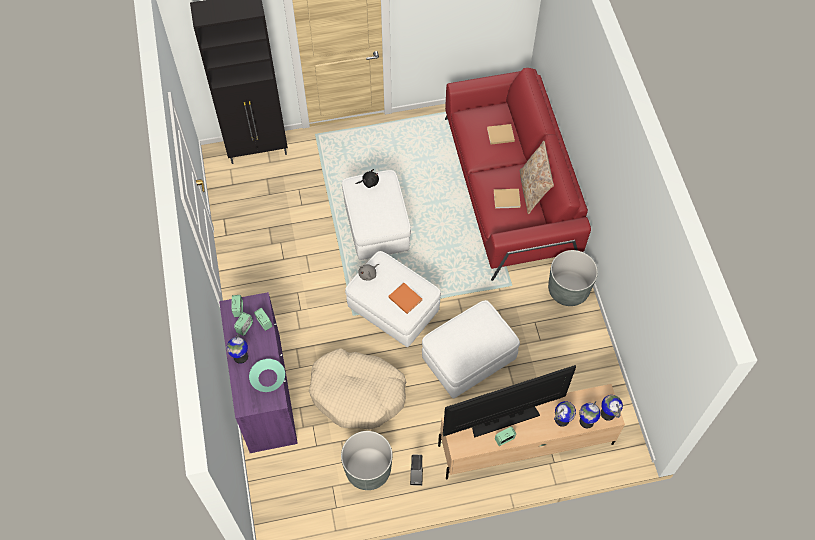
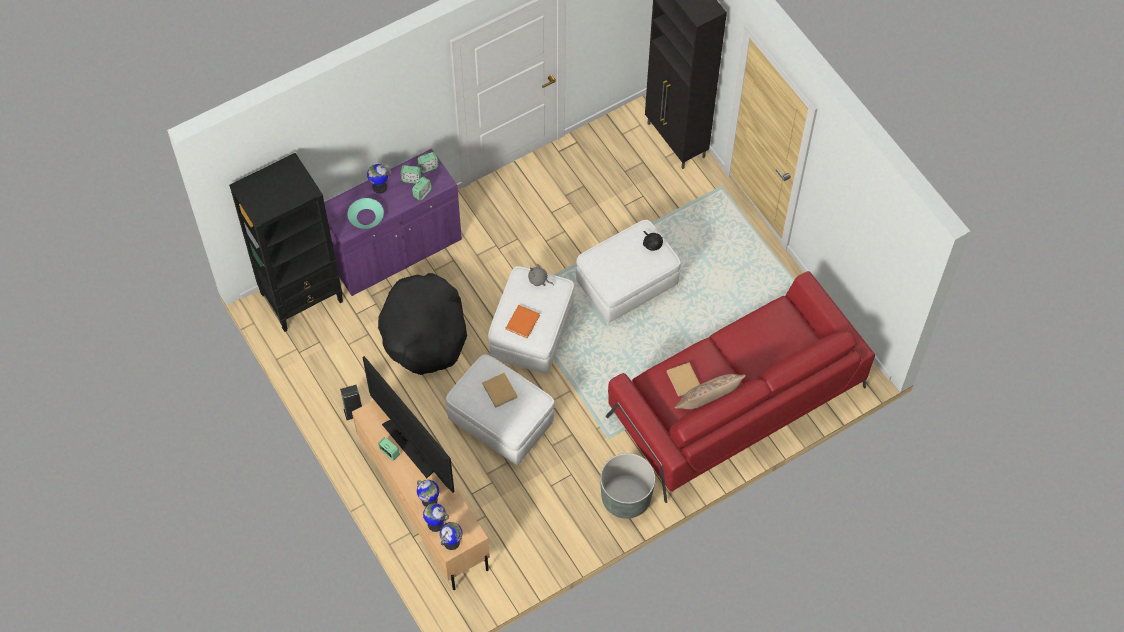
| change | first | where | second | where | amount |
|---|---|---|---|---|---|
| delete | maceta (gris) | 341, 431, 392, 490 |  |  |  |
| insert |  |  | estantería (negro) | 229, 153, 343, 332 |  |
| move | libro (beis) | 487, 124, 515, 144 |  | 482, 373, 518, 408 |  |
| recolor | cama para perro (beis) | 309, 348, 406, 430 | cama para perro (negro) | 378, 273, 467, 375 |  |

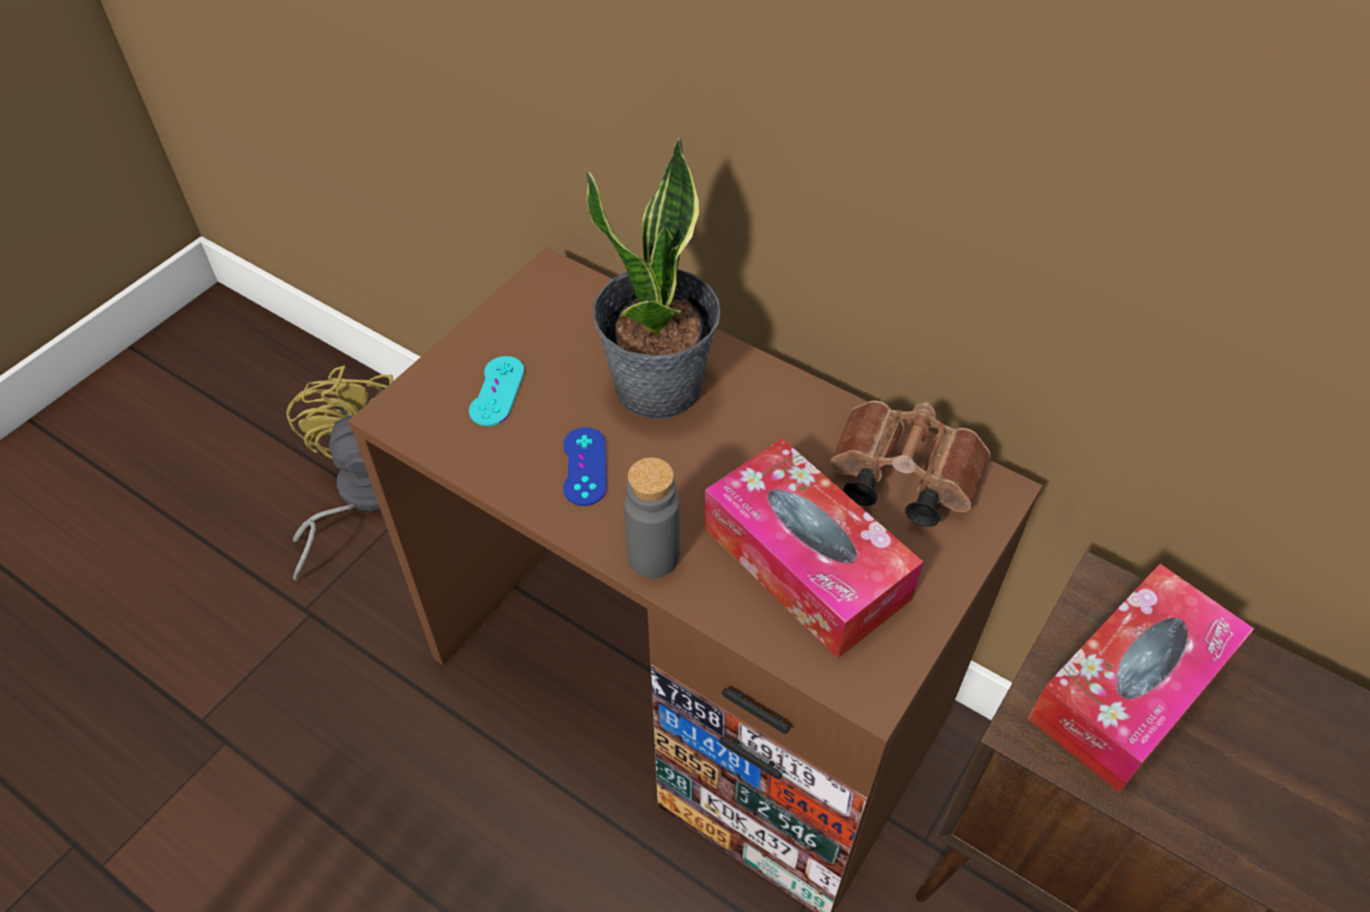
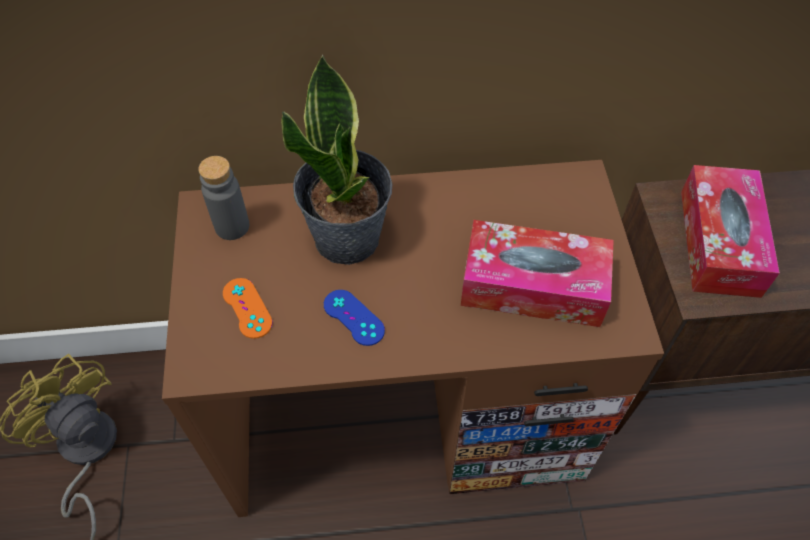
| change | first | where | second | where | amount |
|---|---|---|---|---|---|
| delete | prismáticos (marrón) | 830, 400, 990, 527 |  |  |  |
| move | botella (gris) | 624, 457, 680, 578 |  | 198, 156, 250, 240 |  |
| recolor | mando de consola (turquesa) | 469, 356, 525, 426 | mando de consola (naranja) | 223, 278, 272, 339 |  |

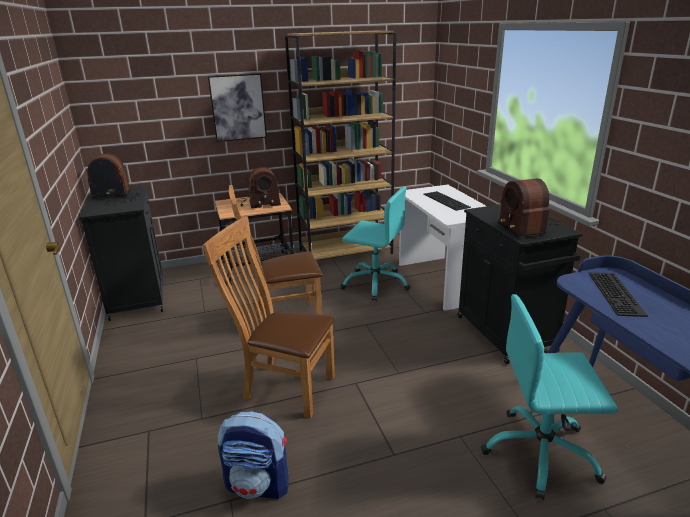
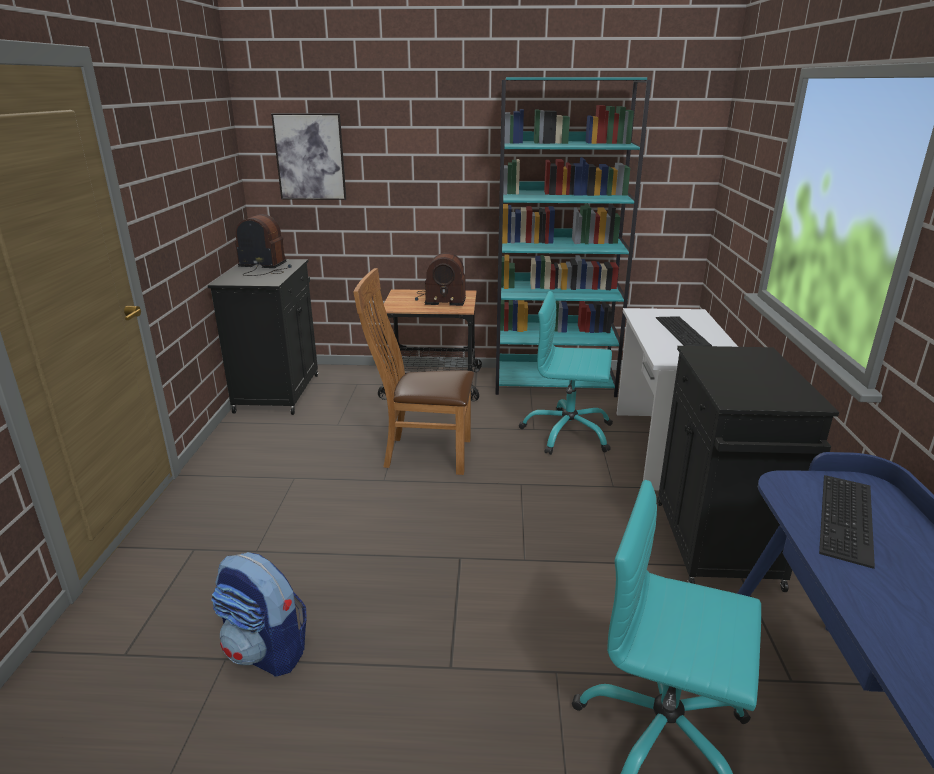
| change | first | where | second | where | amount |
|---|---|---|---|---|---|
| delete | silla (marrón) | 202, 216, 335, 419 |  |  |  |
| delete | radio | 498, 179, 560, 238 |  |  |  |
| move | cuadro | 208, 73, 267, 142 |  | 271, 113, 346, 200 |  |
| recolor | estantería (marrón) | 285, 31, 396, 260 | estantería (turquesa) | 495, 77, 651, 397 |  |
| rotate | silla de oficina (turquesa) | 340, 187, 410, 301 |  | 519, 291, 613, 455 | 150 degrees clockwise |

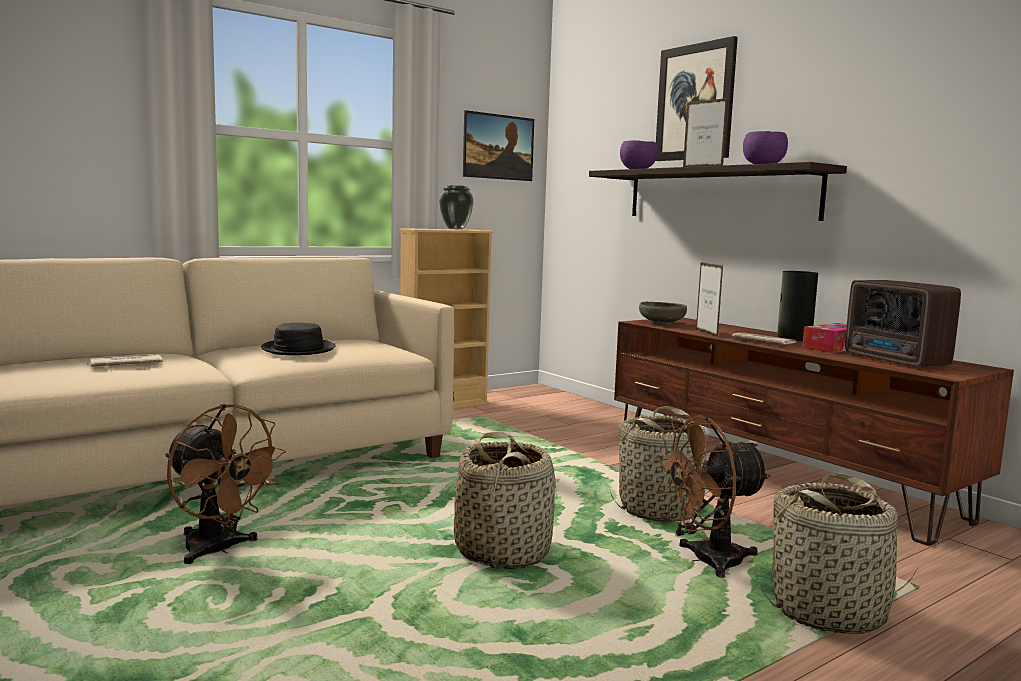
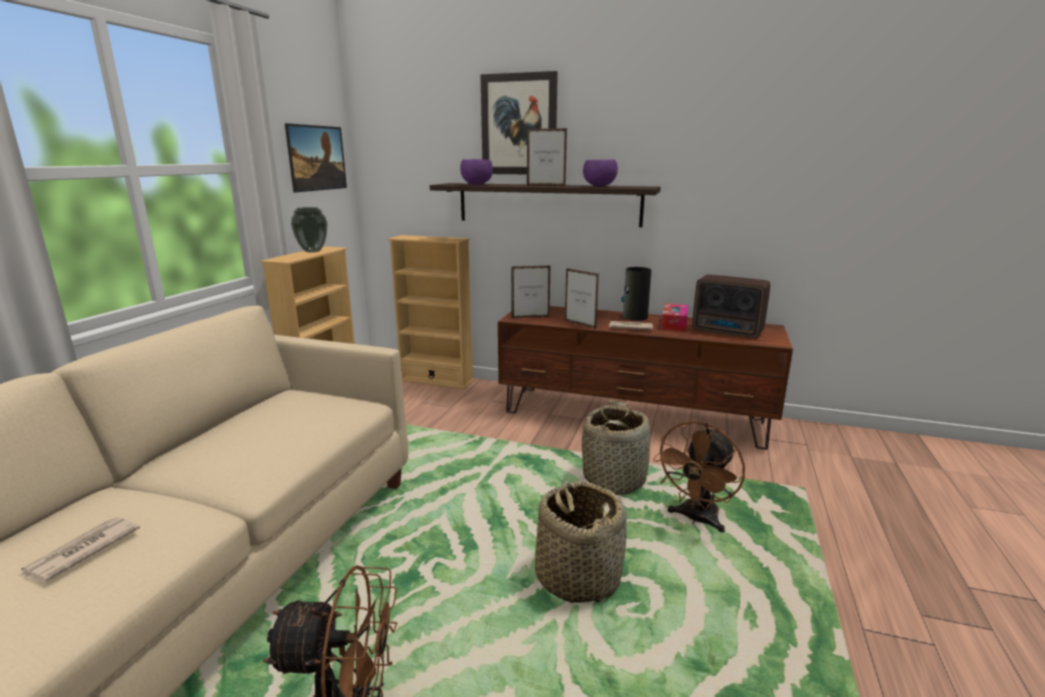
| change | first | where | second | where | amount |
|---|---|---|---|---|---|
| delete | sombrero (negro) | 261, 323, 335, 355 |  |  |  |
| delete | cesta | 759, 473, 920, 634 |  |  |  |
| insert |  |  | estantería (beis) | 388, 235, 474, 389 |  |
| replace | cuenco (gris) | 639, 302, 687, 325 | portarretratos | 511, 265, 551, 318 |  |

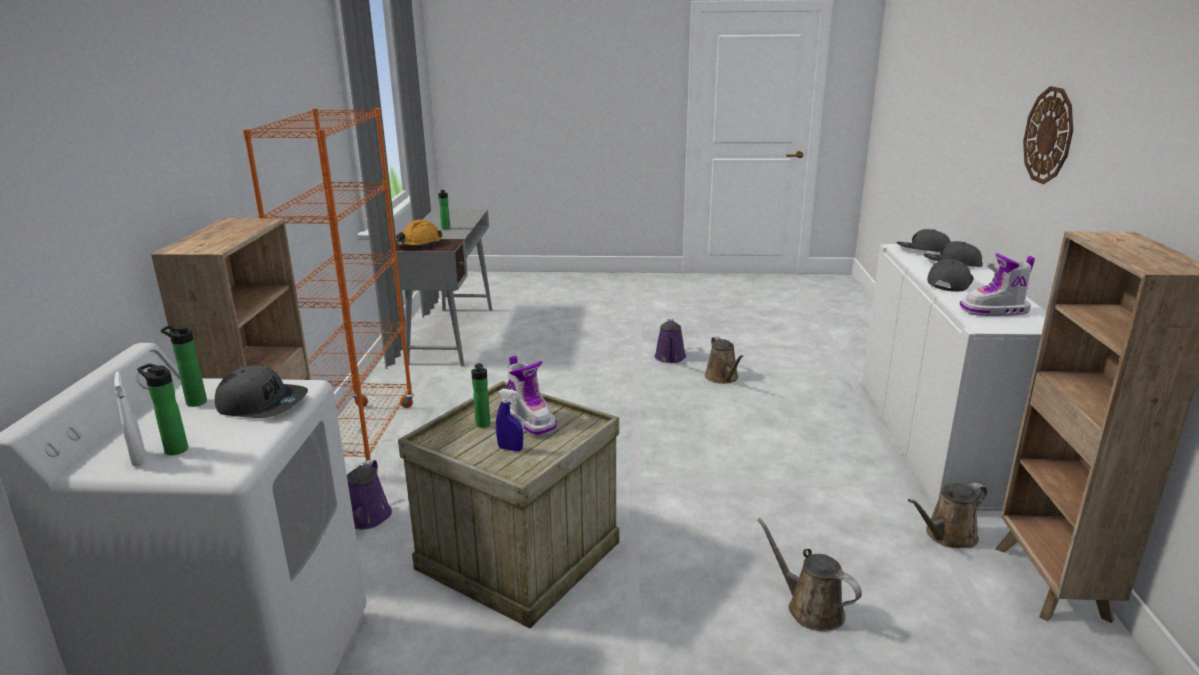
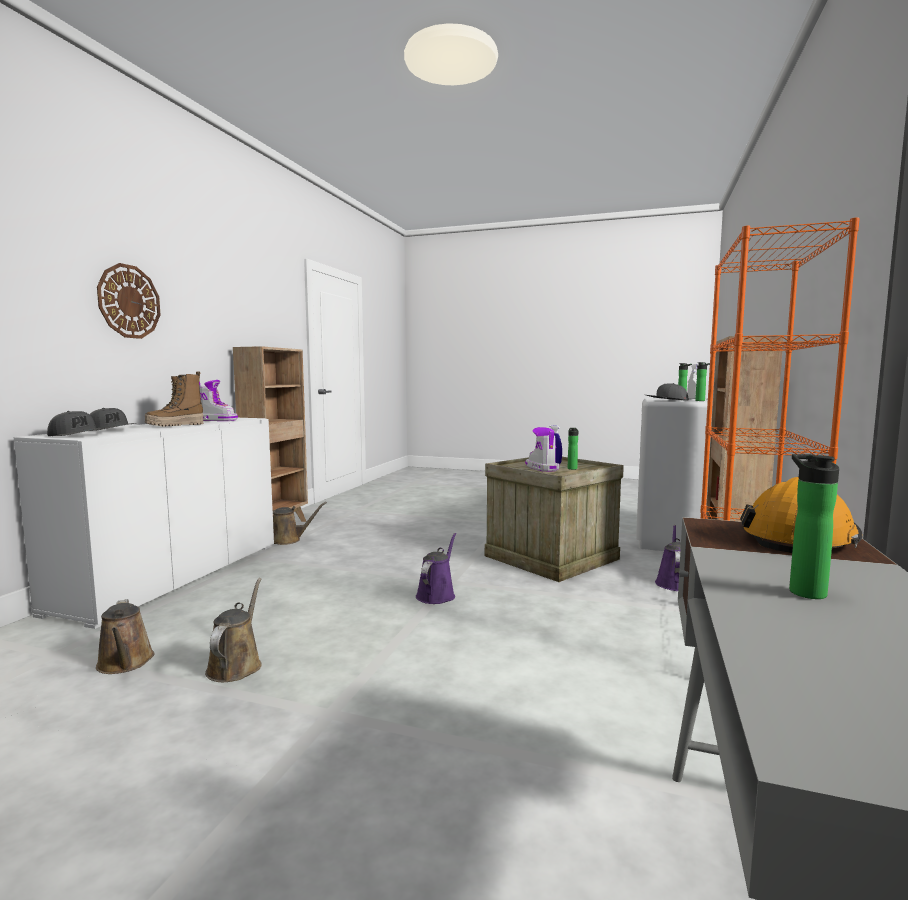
| change | first | where | second | where | amount |
|---|---|---|---|---|---|
| move | regadera (morado) | 654, 319, 686, 363 |  | 416, 533, 456, 604 |  |
| move | regadera (marrón) | 757, 518, 862, 632 |  | 96, 599, 154, 674 |  |
| replace | gorra (gris) | 927, 259, 974, 292 | bota | 145, 371, 204, 426 |  |

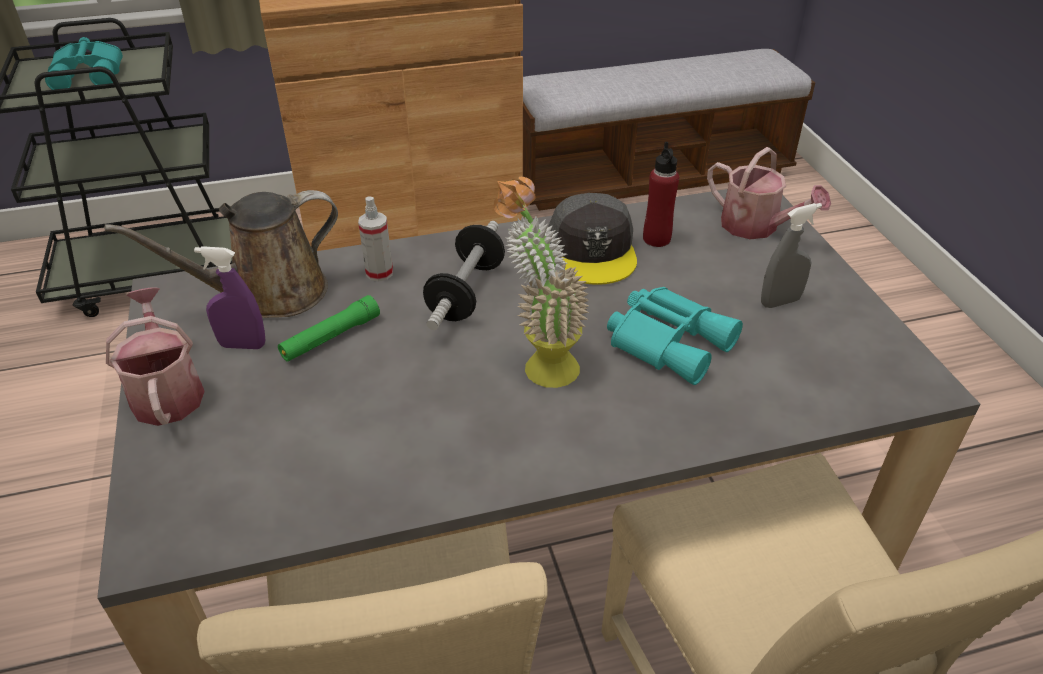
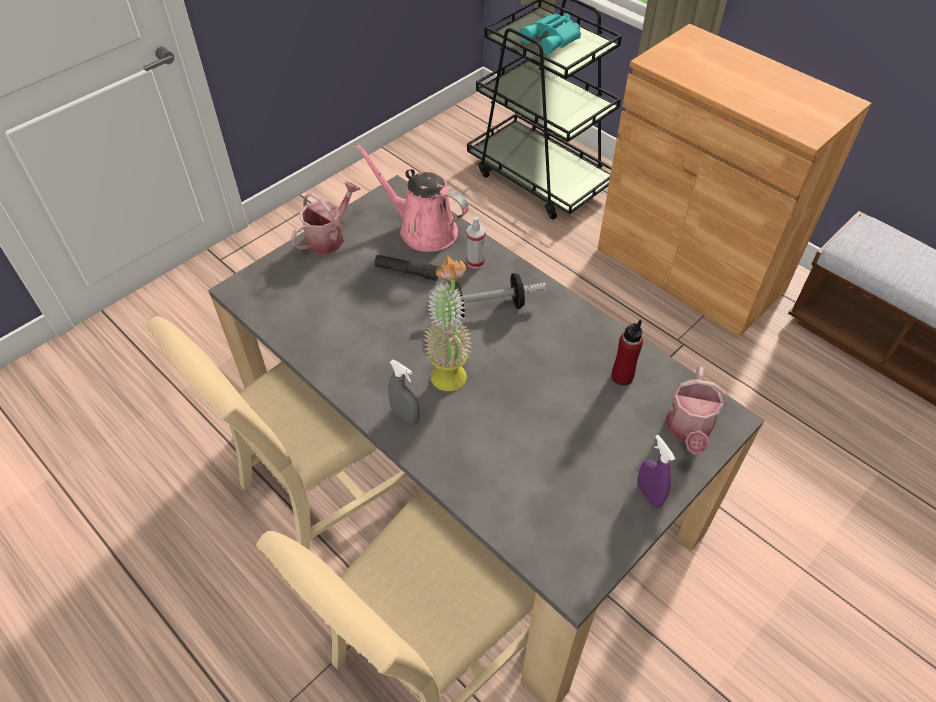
| change | first | where | second | where | amount |
|---|---|---|---|---|---|
| delete | gorra (gris) | 549, 193, 637, 285 |  |  |  |
| delete | prismáticos (turquesa) | 607, 287, 743, 385 |  |  |  |
| move | pulverizador (morado) | 194, 246, 265, 349 |  | 637, 435, 675, 508 |  |
| move | pulverizador (gris) | 761, 203, 822, 308 |  | 388, 360, 420, 424 |  |
| recolor | regadera (marrón) | 104, 190, 338, 318 | regadera (rosa) | 354, 143, 469, 252 |  |
| recolor | linterna (verde) | 278, 295, 380, 362 | linterna (negro) | 375, 255, 439, 281 |  |

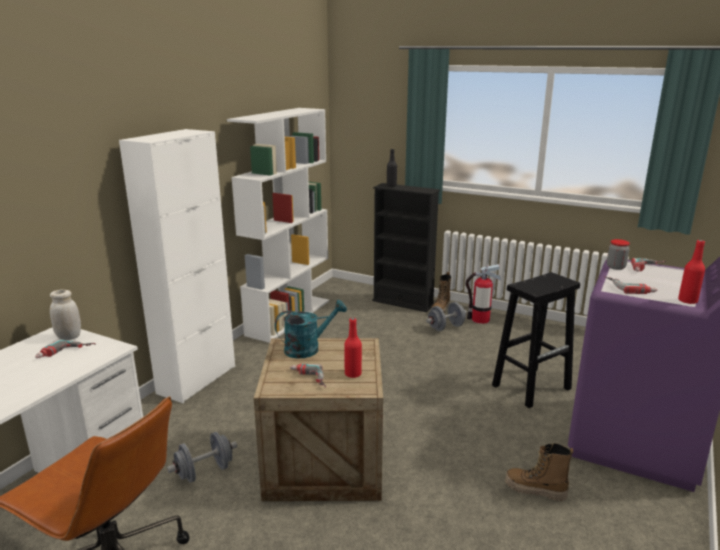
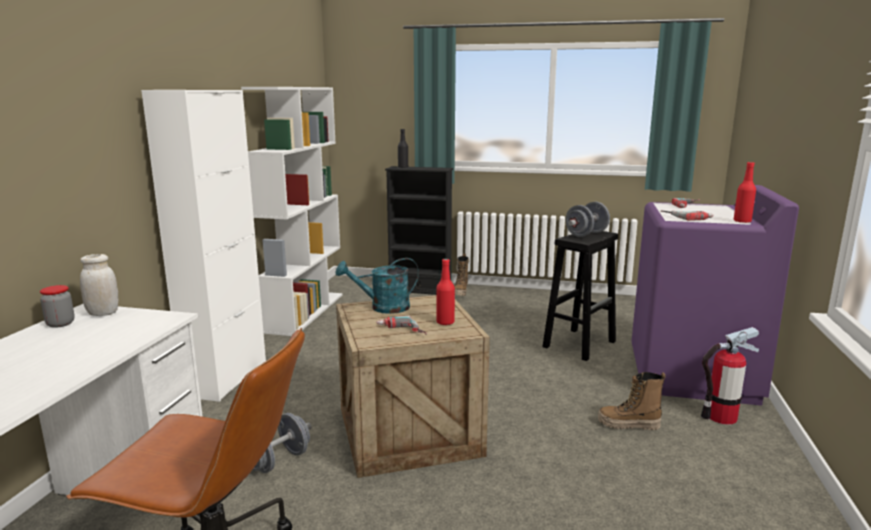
| change | first | where | second | where | amount |
|---|---|---|---|---|---|
| delete | taladro | 35, 339, 96, 358 |  |  |  |
| move | mancuerna (gris) | 426, 302, 467, 331 |  | 565, 202, 610, 237 |  |
| move | extintor | 465, 264, 501, 324 |  | 701, 327, 759, 425 |  |
| move | tarro | 607, 239, 630, 270 |  | 40, 285, 75, 328 |  |
| rotate | regadera (turquesa) | 275, 300, 347, 359 |  | 336, 258, 419, 314 | 150 degrees counterclockwise |

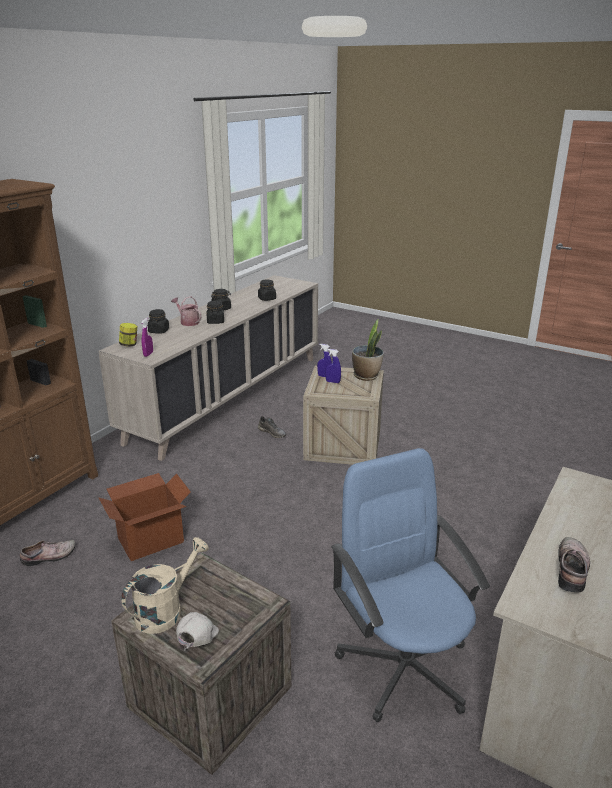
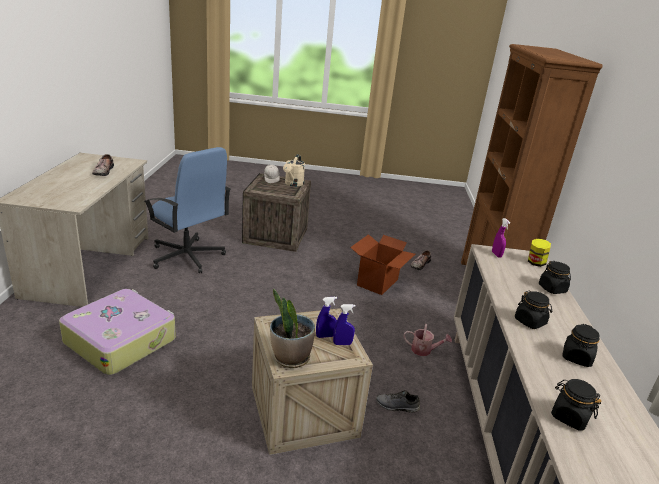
| change | first | where | second | where | amount |
|---|---|---|---|---|---|
| insert |  |  | maleta | 59, 289, 176, 375 |  |
| move | regadera | 171, 296, 202, 326 |  | 404, 324, 452, 356 |  |

